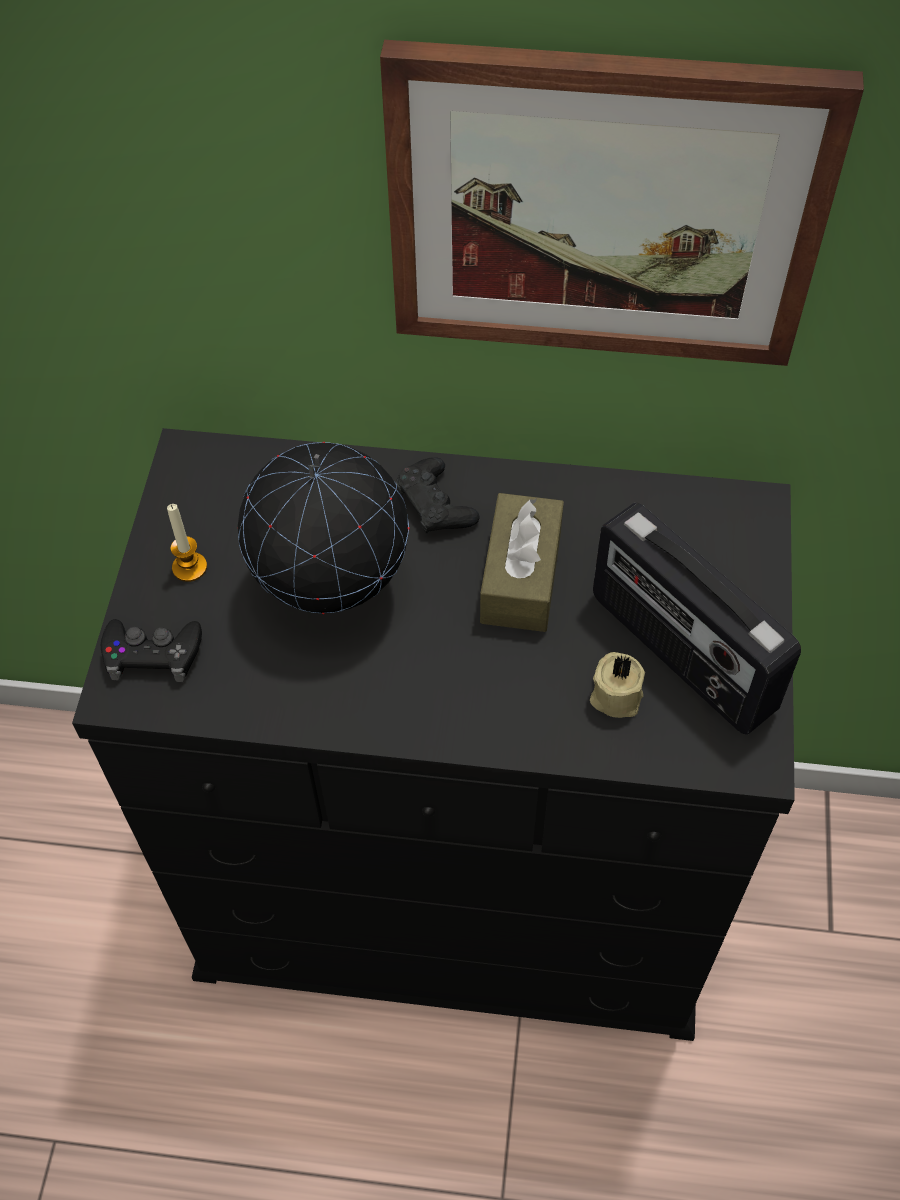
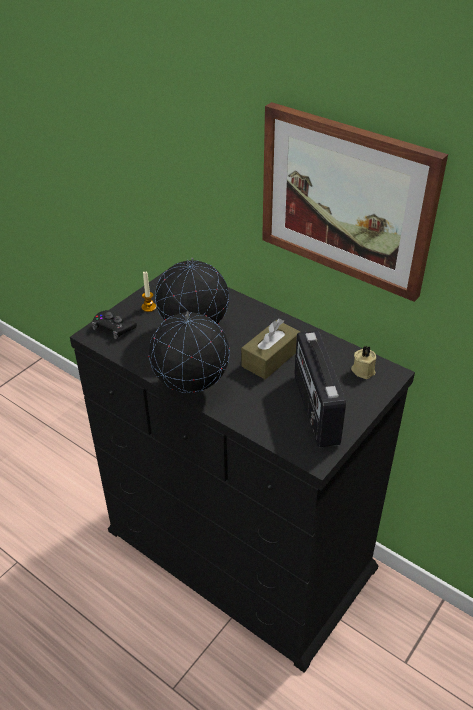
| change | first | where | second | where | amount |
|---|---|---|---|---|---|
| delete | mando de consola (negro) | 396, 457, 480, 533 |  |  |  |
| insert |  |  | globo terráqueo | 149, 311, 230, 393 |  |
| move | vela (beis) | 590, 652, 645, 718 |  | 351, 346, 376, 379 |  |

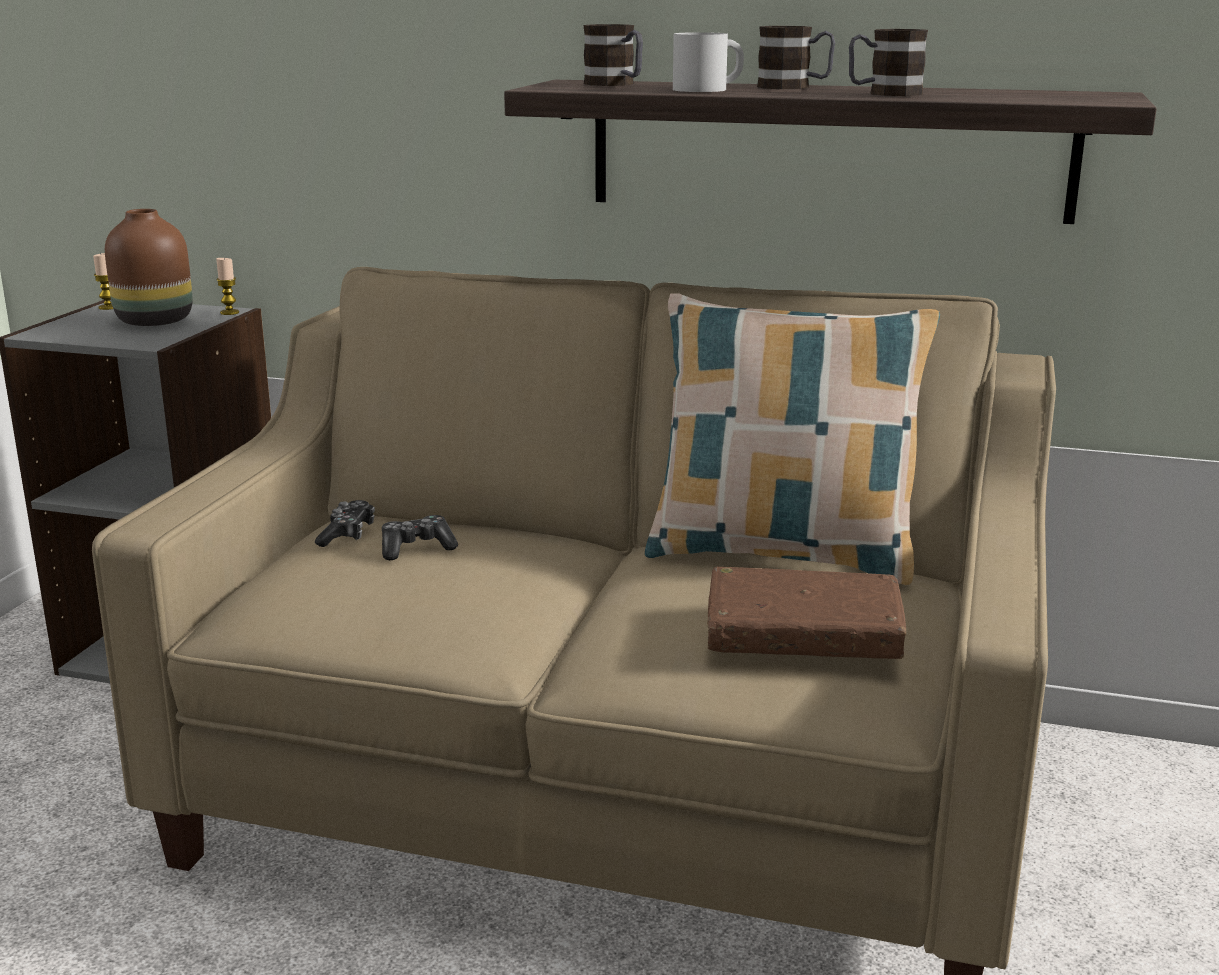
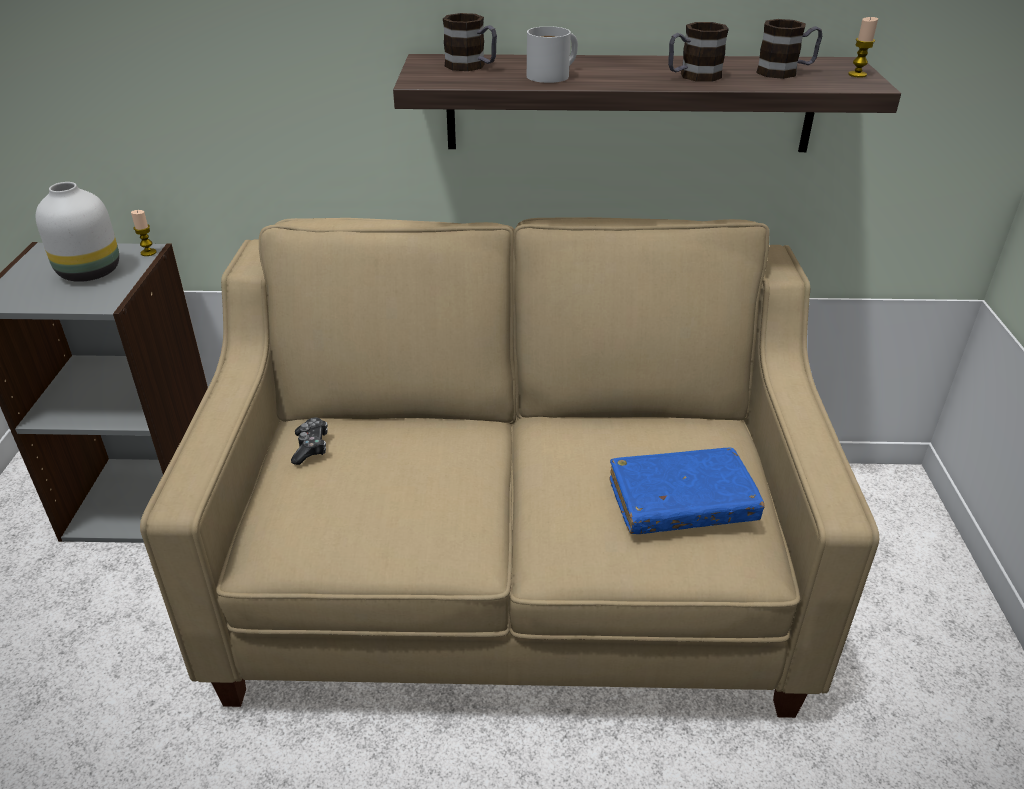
| change | first | where | second | where | amount |
|---|---|---|---|---|---|
| delete | mando de consola | 382, 515, 458, 560 |  |  |  |
| delete | cojín | 645, 293, 940, 585 |  |  |  |
| move | vela | 93, 253, 113, 310 |  | 848, 17, 878, 78 |  |
| move | taza grande | 757, 26, 835, 89 |  | 756, 19, 822, 79 |  |
| recolor | florero (marrón) | 105, 209, 193, 326 | florero (blanco) | 35, 182, 119, 282 |  |
| recolor | libro (marrón) | 707, 567, 906, 659 | libro (azul) | 609, 447, 765, 534 |  |

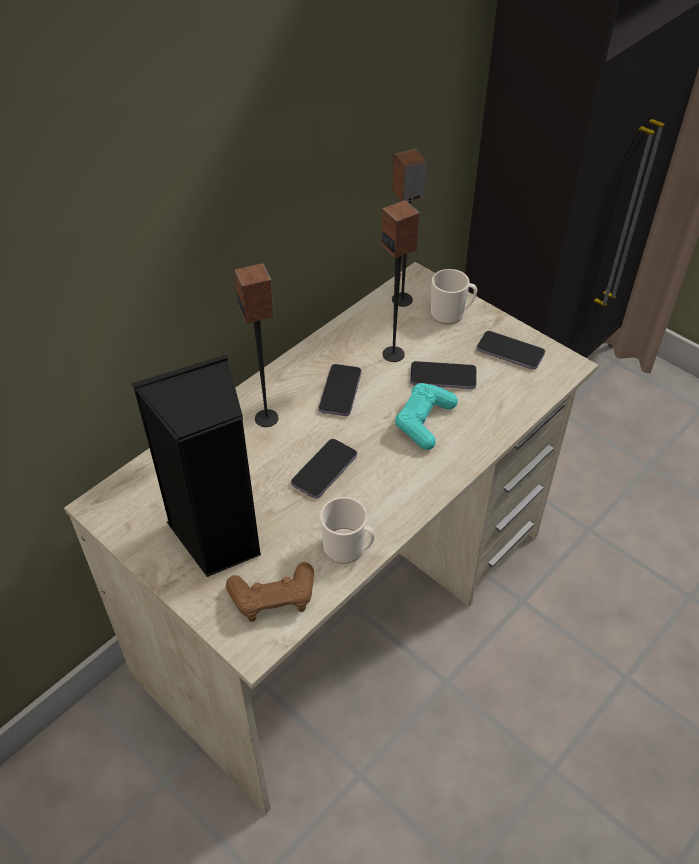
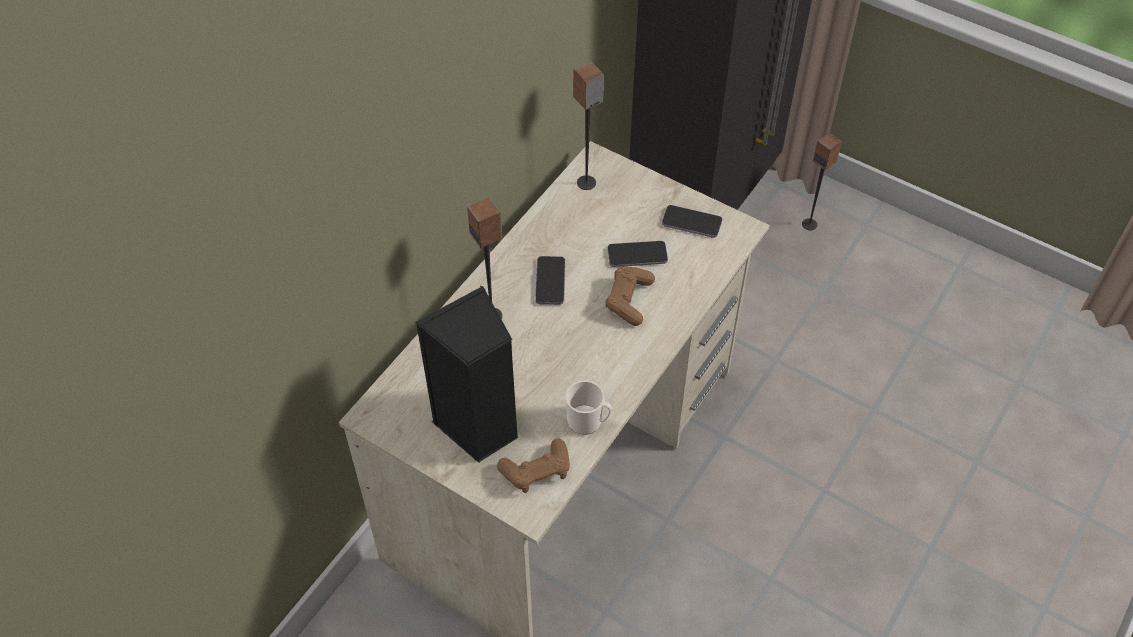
| change | first | where | second | where | amount |
|---|---|---|---|---|---|
| delete | móvil | 291, 439, 357, 498 |  |  |  |
| delete | taza grande | 431, 269, 477, 324 |  |  |  |
| move | altavoz | 381, 200, 420, 362 |  | 802, 133, 842, 230 |  |
| recolor | mando de consola (turquesa) | 395, 383, 458, 450 | mando de consola (marrón) | 605, 267, 655, 326 |  |

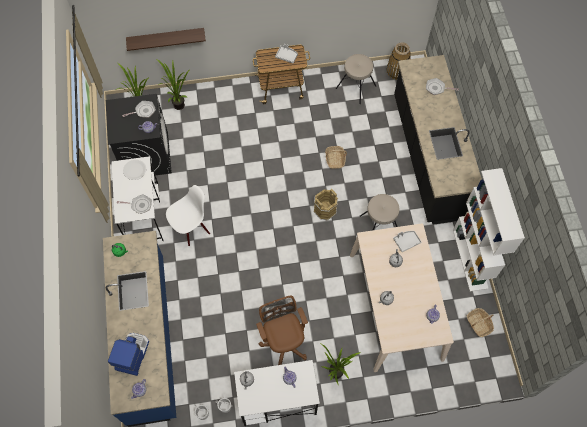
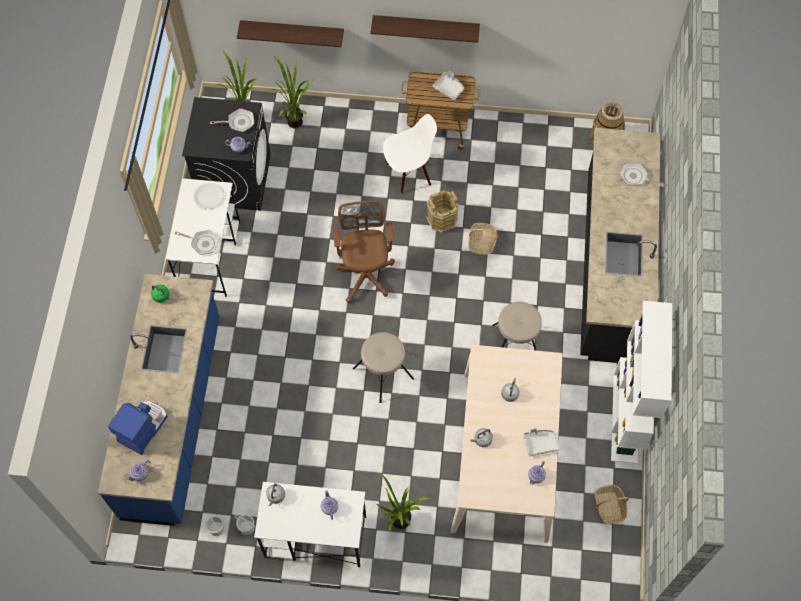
| change | first | where | second | where | amount |
|---|---|---|---|---|---|
| insert |  |  | estante | 370, 15, 480, 43 |  |
| move | silla (blanco) | 166, 185, 210, 246 |  | 383, 114, 437, 194 |  |
| move | silla de oficina (marrón) | 256, 296, 308, 365 |  | 333, 201, 395, 303 |  |
| move | cubo (marrón) | 313, 189, 338, 220 |  | 426, 190, 459, 233 |  |
| move | taburete (beis) | 336, 54, 376, 104 |  | 353, 332, 414, 403 |  |
| move | bandeja (gris) | 393, 231, 421, 252 |  | 523, 428, 560, 456 |  |

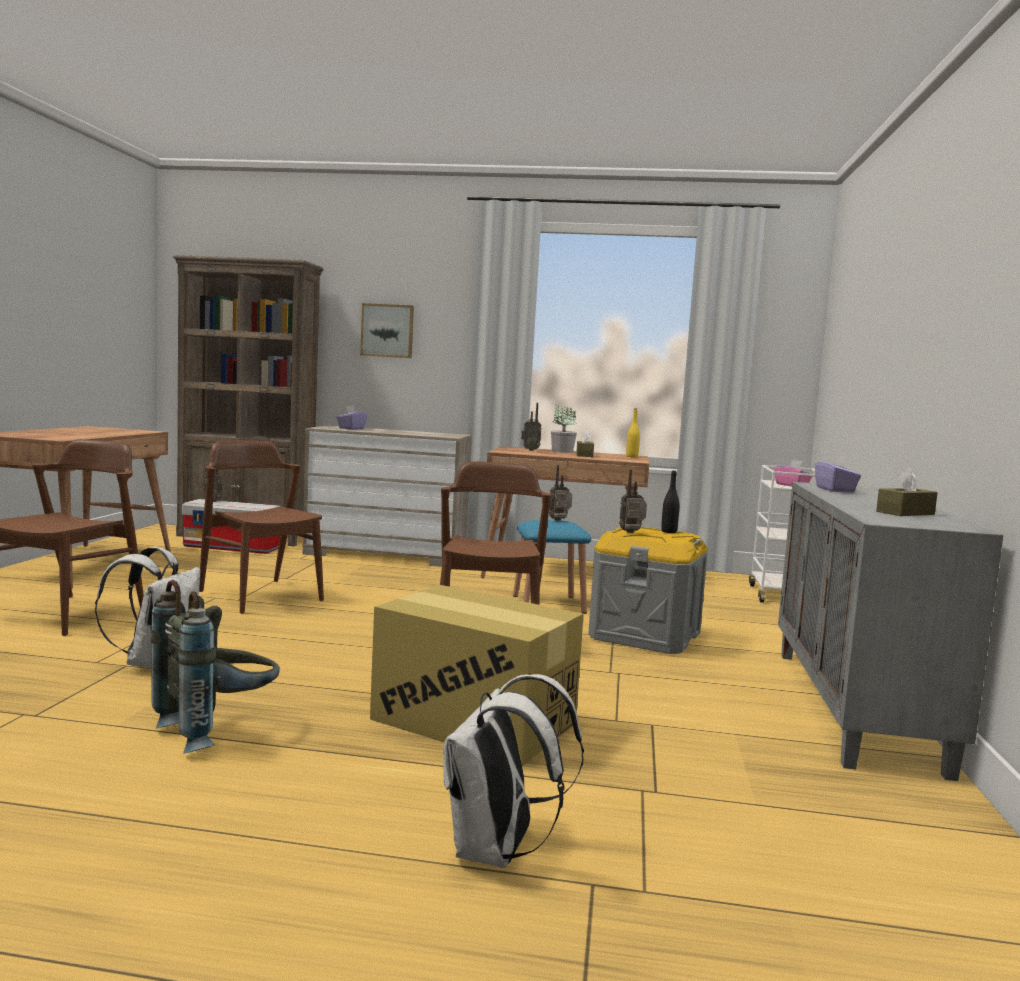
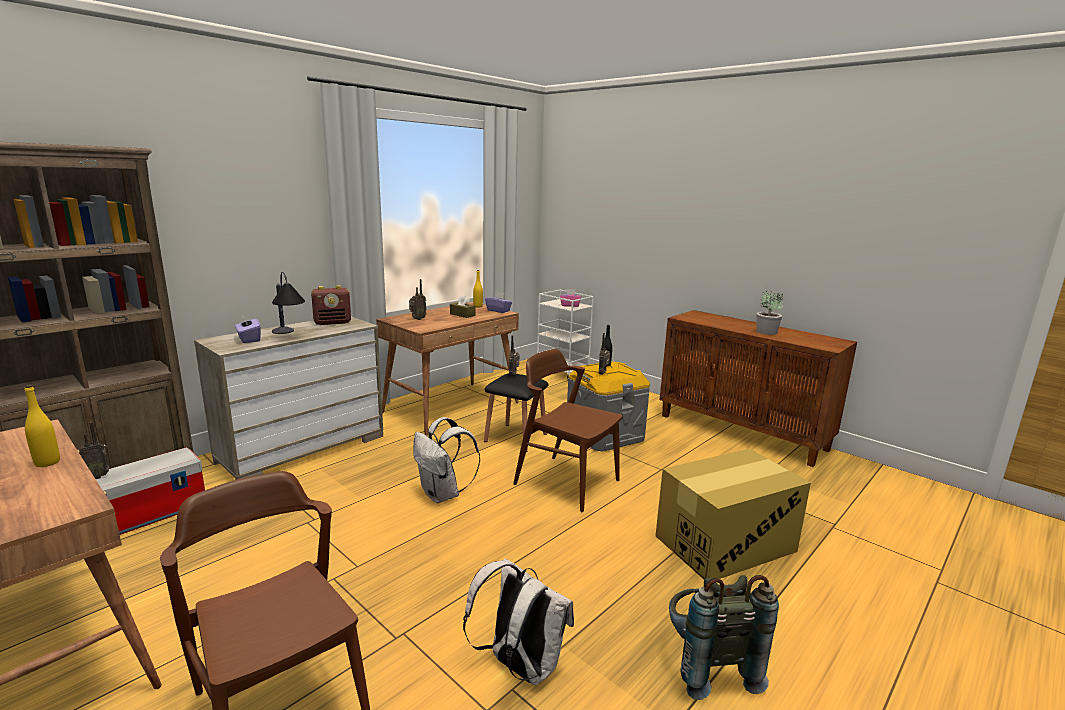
| change | first | where | second | where | amount |
|---|---|---|---|---|---|
| delete | silla (marrón) | 199, 440, 324, 614 |  |  |  |
| delete | cuadro | 360, 303, 414, 358 |  |  |  |
| delete | caja de pañuelos (marrón) | 876, 468, 938, 516 |  |  |  |
| insert |  |  | botella (amarillo) | 25, 385, 60, 467 |  |
| insert |  |  | lámpara de mesa | 272, 272, 305, 334 |  |
| insert |  |  | radio | 311, 285, 351, 325 |  |
| move | mochila (blanco) | 443, 674, 584, 868 |  | 413, 417, 480, 503 |  |
| move | planta en maceta | 551, 405, 577, 453 |  | 756, 291, 783, 335 |  |
| move | caja de pañuelos (morado) | 815, 454, 861, 493 |  | 485, 292, 512, 313 |  |
| recolor | taburete (azul) | 513, 520, 591, 614 | taburete (negro) | 484, 373, 548, 452 |  |
| recolor | armario (gris) | 778, 482, 1003, 781 | armario (marrón) | 660, 310, 857, 467 |  |

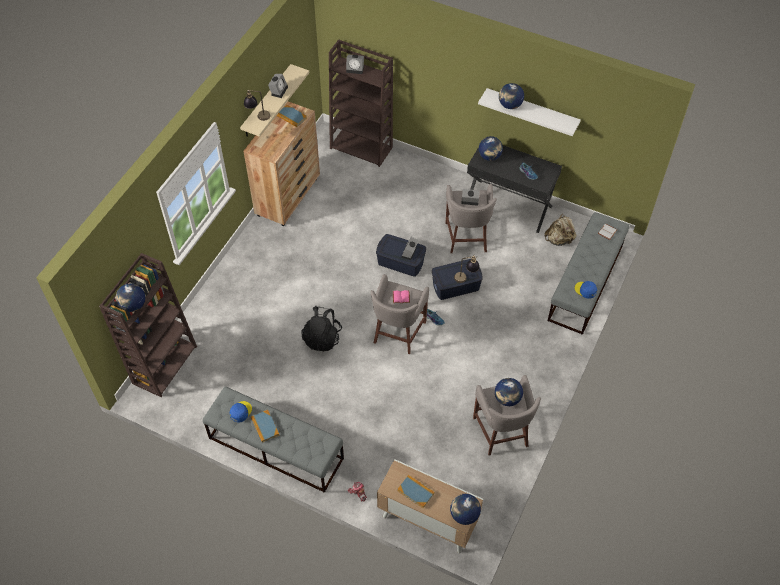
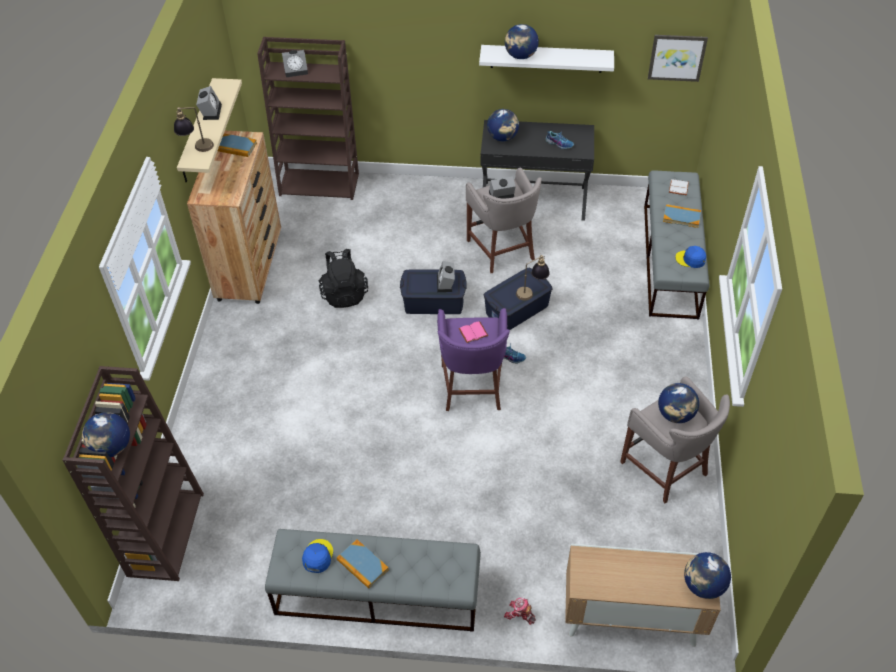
| change | first | where | second | where | amount |
|---|---|---|---|---|---|
| delete | mochila (beis) | 544, 214, 576, 246 |  |  |  |
| insert |  |  | cuadro | 648, 35, 708, 82 |  |
| move | mochila (negro) | 302, 306, 342, 351 |  | 319, 249, 368, 308 |  |
| move | libro | 397, 475, 435, 508 |  | 663, 204, 701, 228 |  |
| recolor | taburete (gris) | 370, 274, 429, 354 | taburete (morado) | 437, 308, 510, 411 |  |

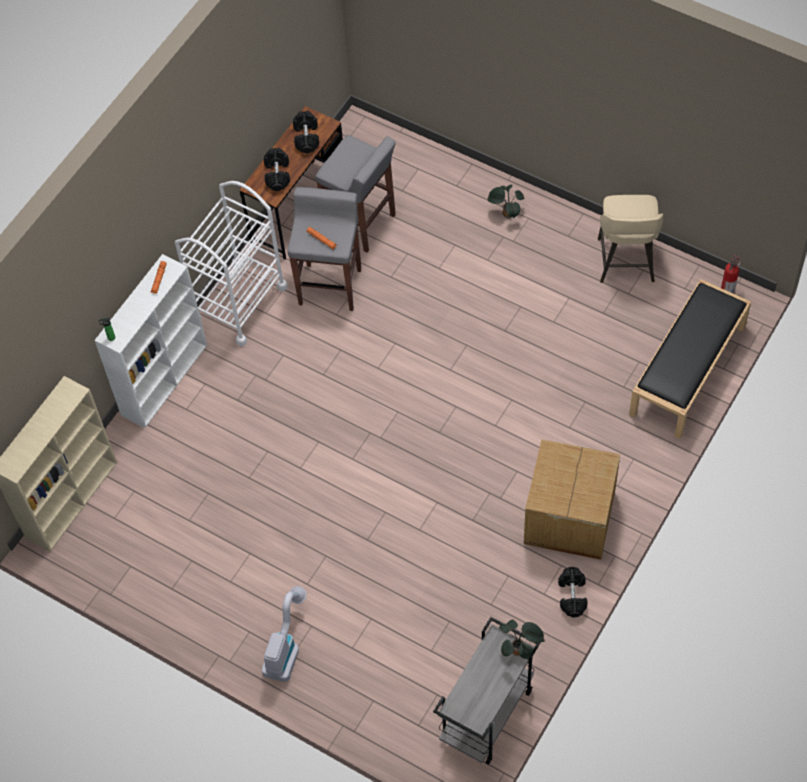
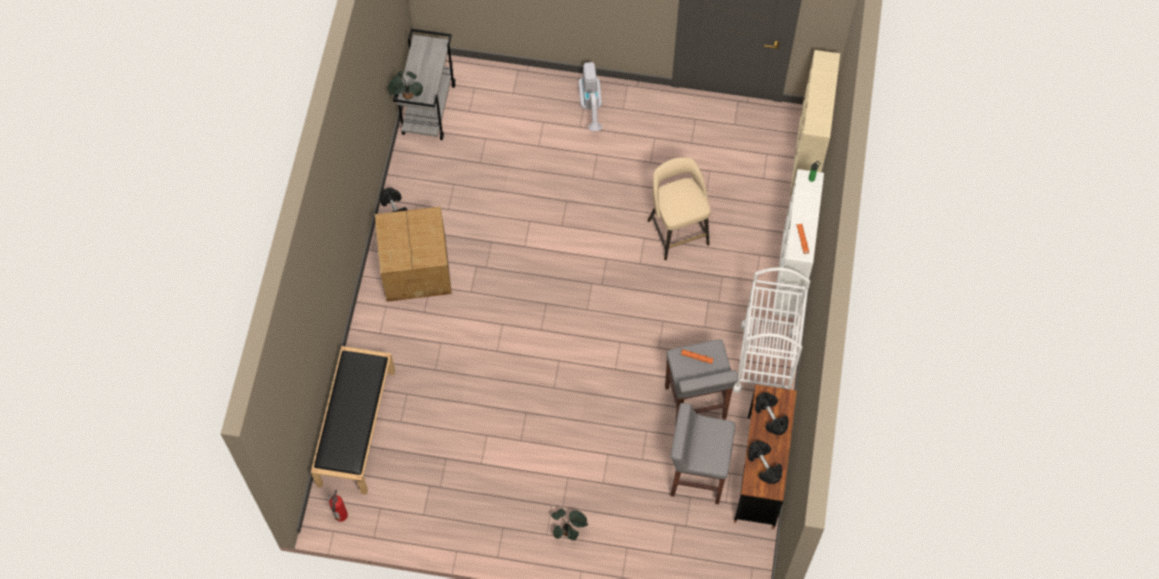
| change | first | where | second | where | amount |
|---|---|---|---|---|---|
| move | taburete (beis) | 598, 195, 663, 283 |  | 647, 157, 711, 260 |  |

